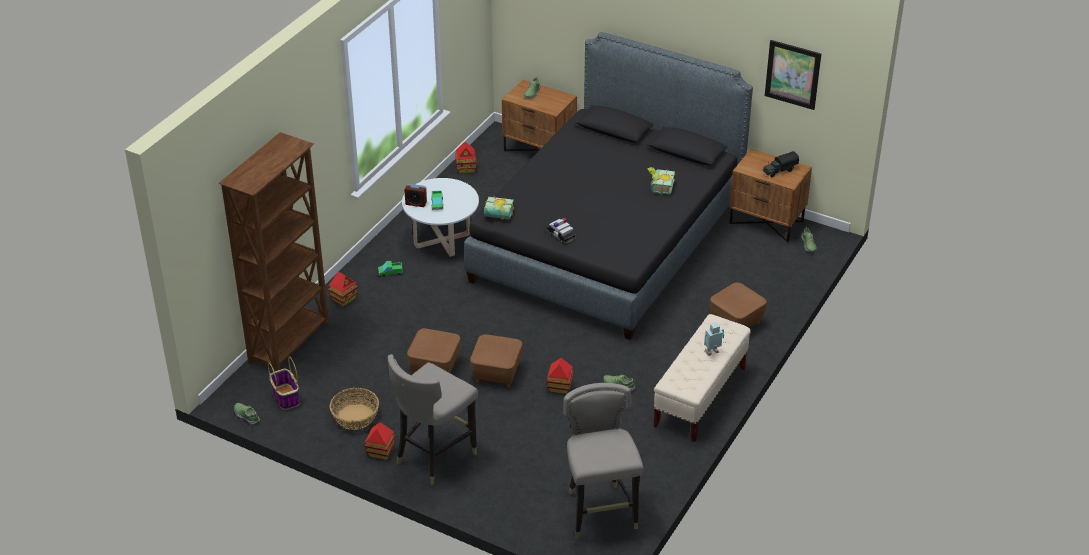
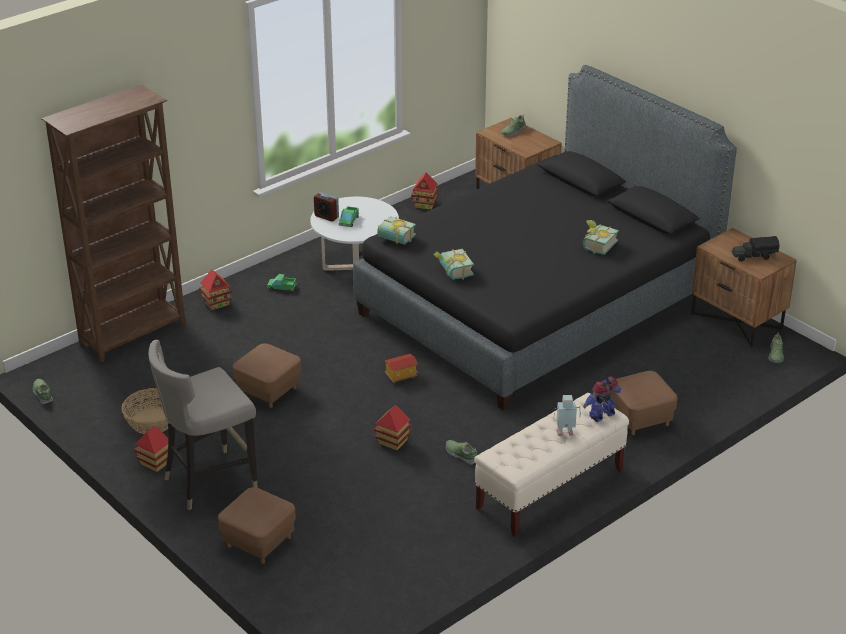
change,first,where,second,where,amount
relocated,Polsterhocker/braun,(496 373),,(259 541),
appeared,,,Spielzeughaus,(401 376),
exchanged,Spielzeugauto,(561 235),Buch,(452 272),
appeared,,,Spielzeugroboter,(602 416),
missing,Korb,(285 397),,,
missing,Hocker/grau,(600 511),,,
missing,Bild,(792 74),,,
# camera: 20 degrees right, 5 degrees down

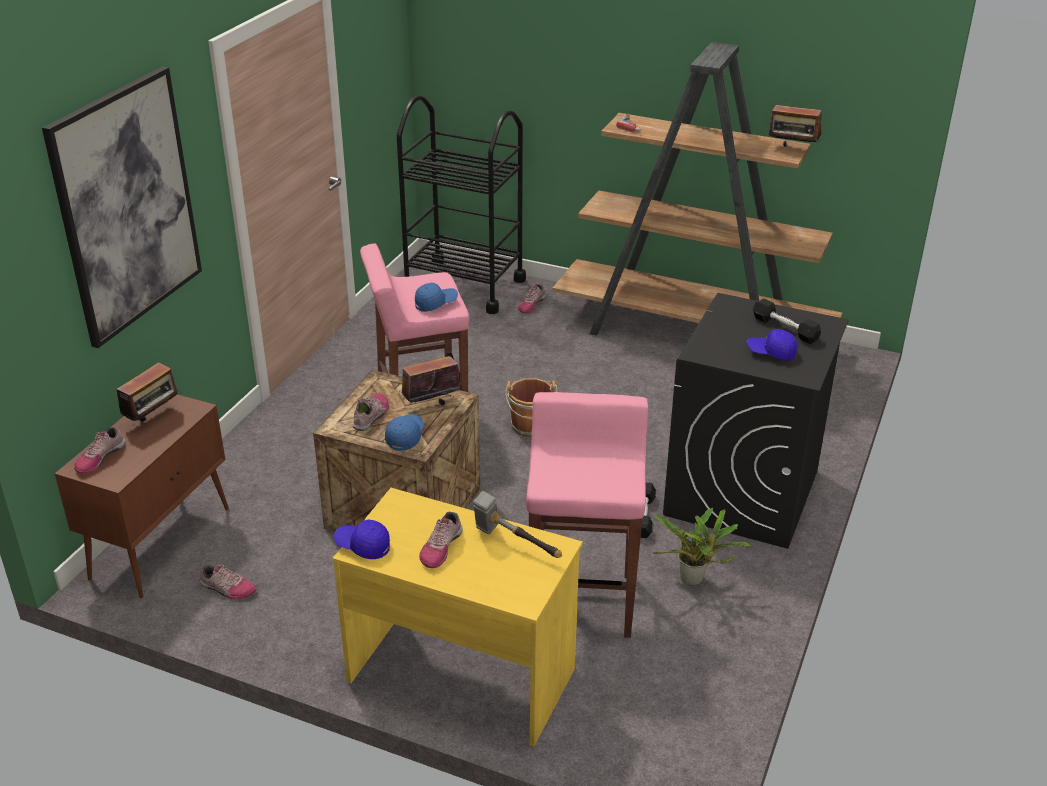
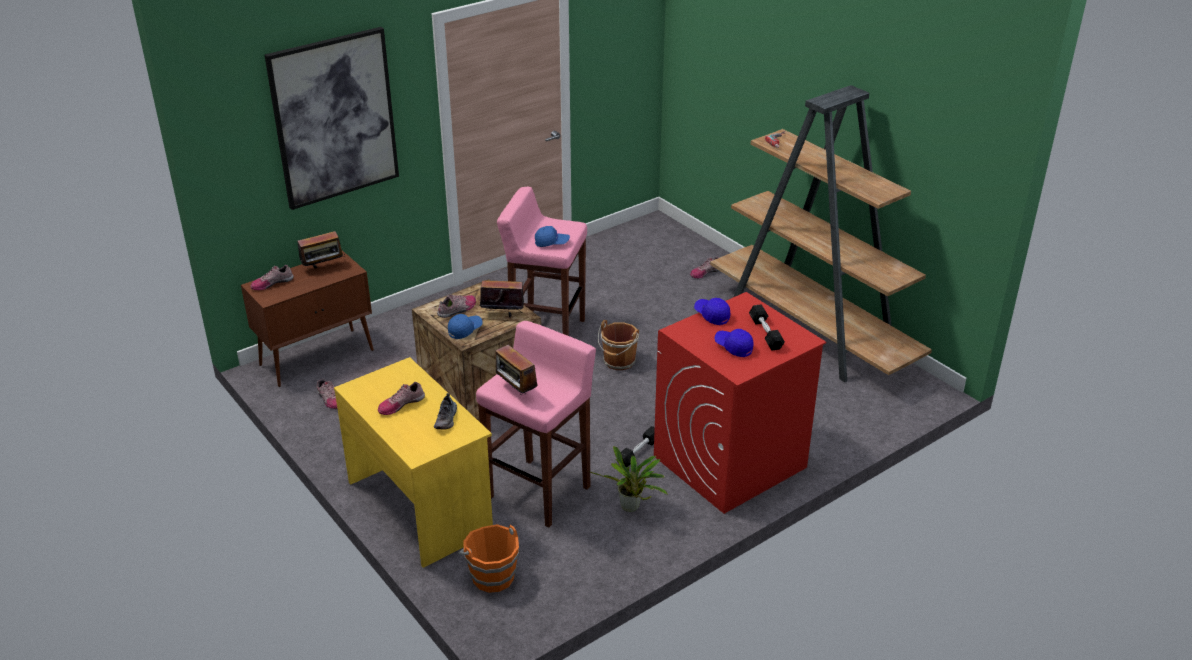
change,first,where,second,where,amount
exchanged,Hammer,(514 545),Schuh,(446 419),
appeared,,,Eimer/orange,(492 576),
relocated,Radio,(792 149),,(516 391),
colour,Waschmaschine/schwarz,(742 493),Waschmaschine/rot,(729 462),
relocated,Kappe/blau,(363 546),,(711 315),
missing,Rollwagen/schwarz,(464 286),,,
# camera: 30 degrees right, 0 degrees up

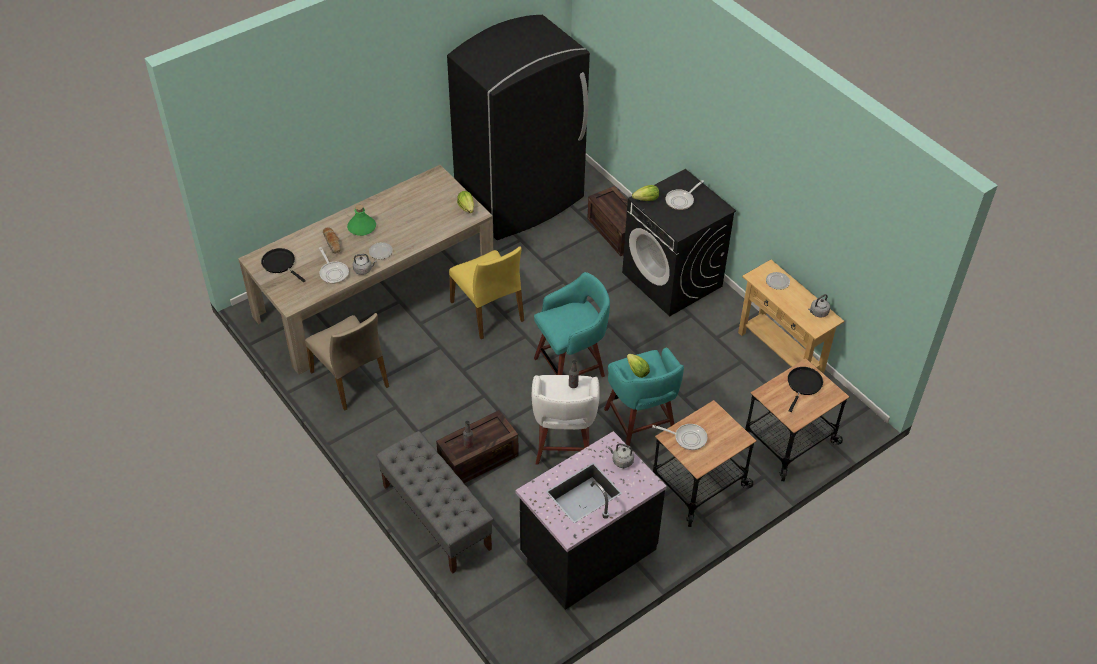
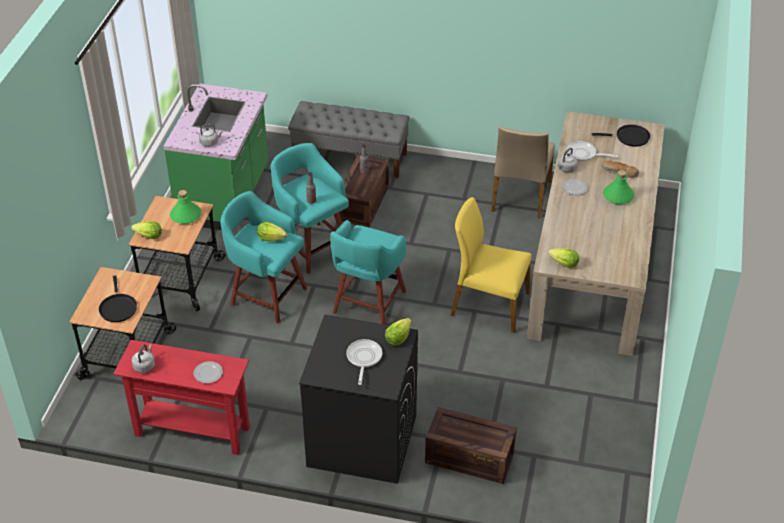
change,first,where,second,where,amount
colour,Konsolentisch/beige,(780 353),Konsolentisch/rot,(192 431),
appeared,,,Salatkopf,(149 236),
colour,Küchenzeile/schwarz,(587 551),Küchenzeile/grün,(225 196),
exchanged,Pfanne,(687 438),Flasche/grün,(186 216),
colour,Hocker/weiß,(563 444),Hocker/türkis,(312 246),
spun,Stuhl/beige,(351 379),,(520 196),90 degrees counterclockwise
missing,Kühlschrank/schwarz,(521 200),,,
# camera: 140 degrees right, 5 degrees down

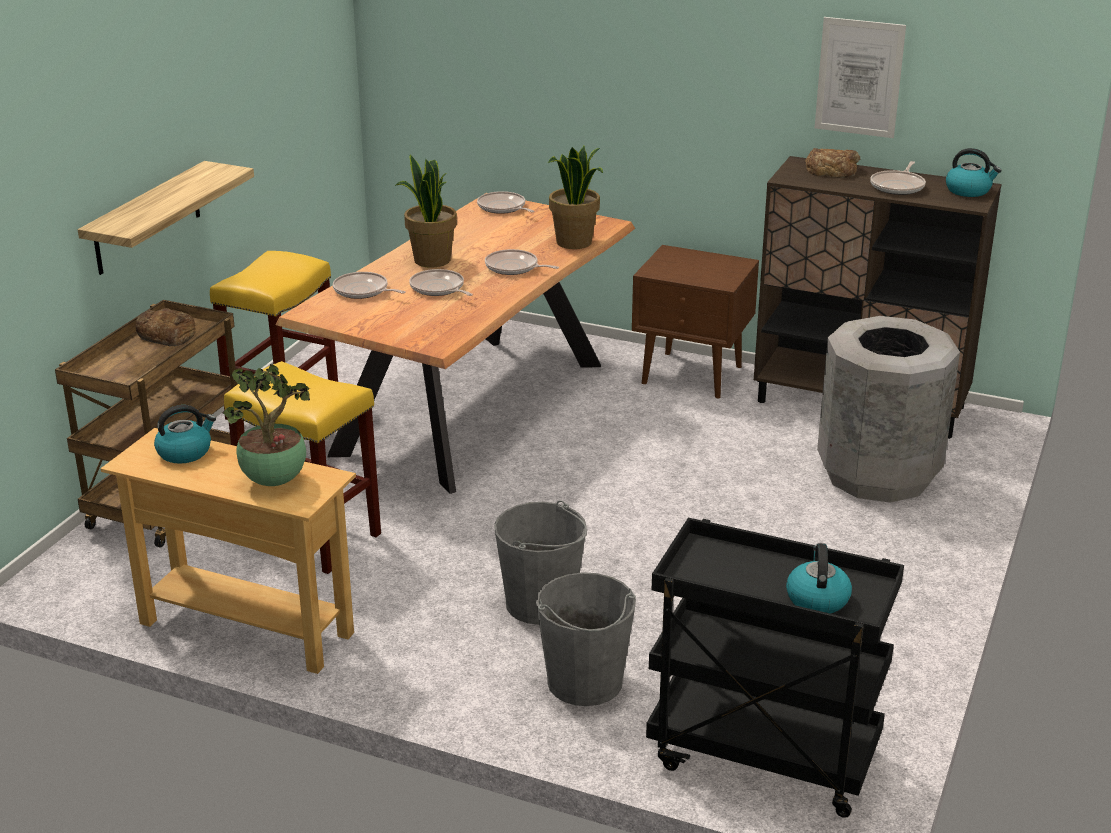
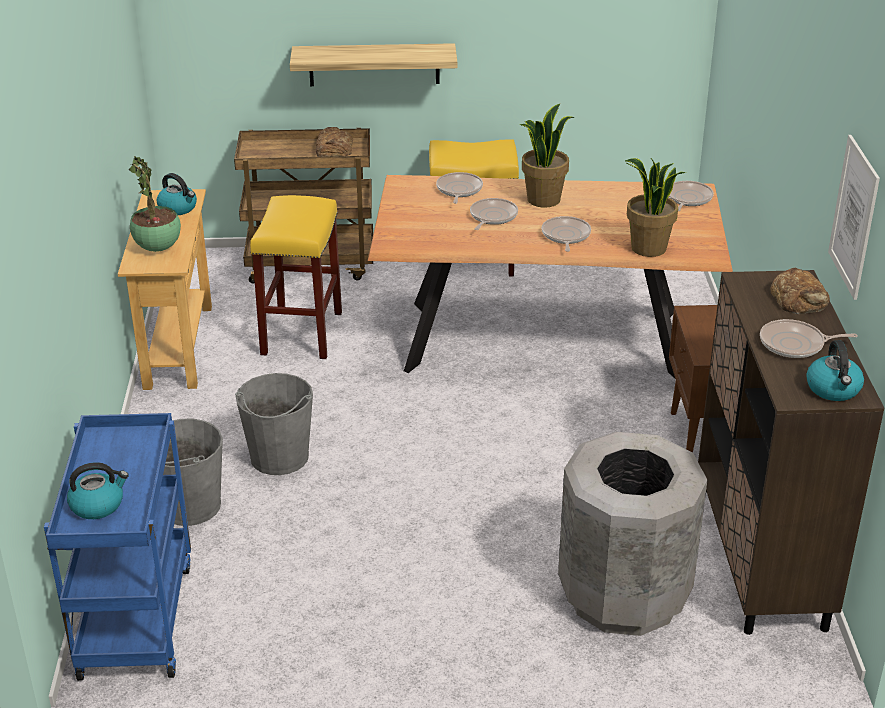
change,first,where,second,where,amount
colour,Rollwagen/schwarz,(760 757),Rollwagen/blau,(135 618),
# camera: 65 degrees right, 5 degrees up

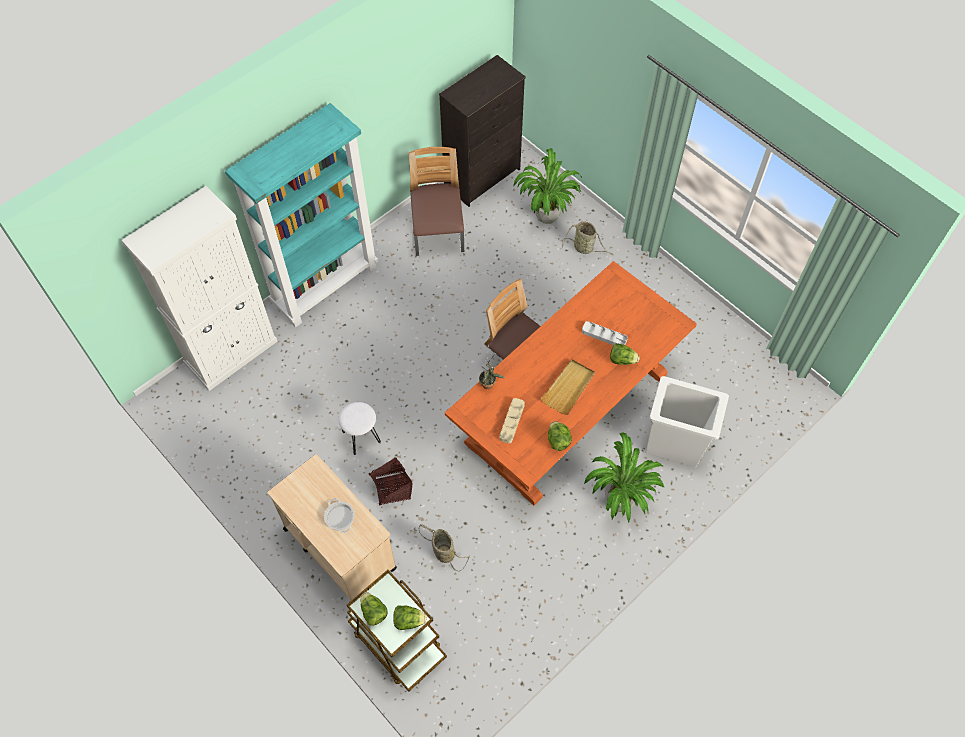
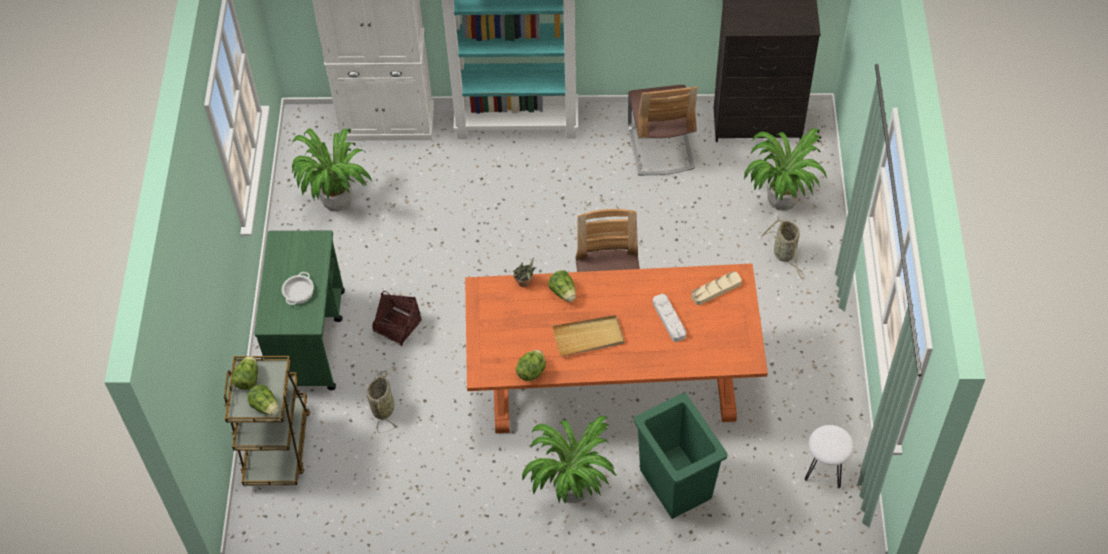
change,first,where,second,where,amount
colour,Rollwagen/beige,(339 548),Rollwagen/grün,(309 338),
appeared,,,Topfpflanze,(336 200),
relocated,Salatkopf,(622 360),,(563 292),
spun,Stuhl,(438 235),,(660 147),135 degrees clockwise
colour,Mülleimer/weiß,(675 444),Mülleimer/grün,(675 485),
relocated,Tablett/beige,(512 421),,(716 290),
relocated,Hocker/weiß,(361 437),,(825 469),
# camera: 45 degrees right, 5 degrees down

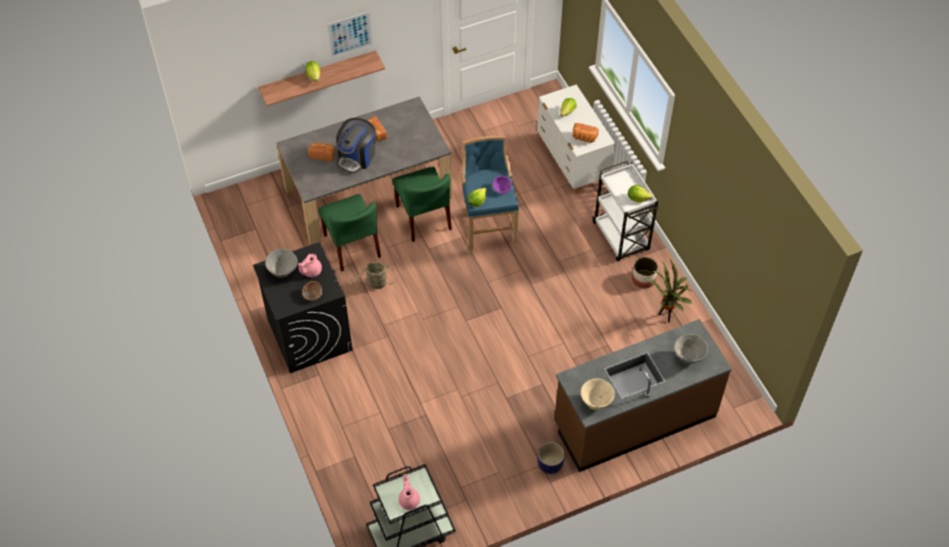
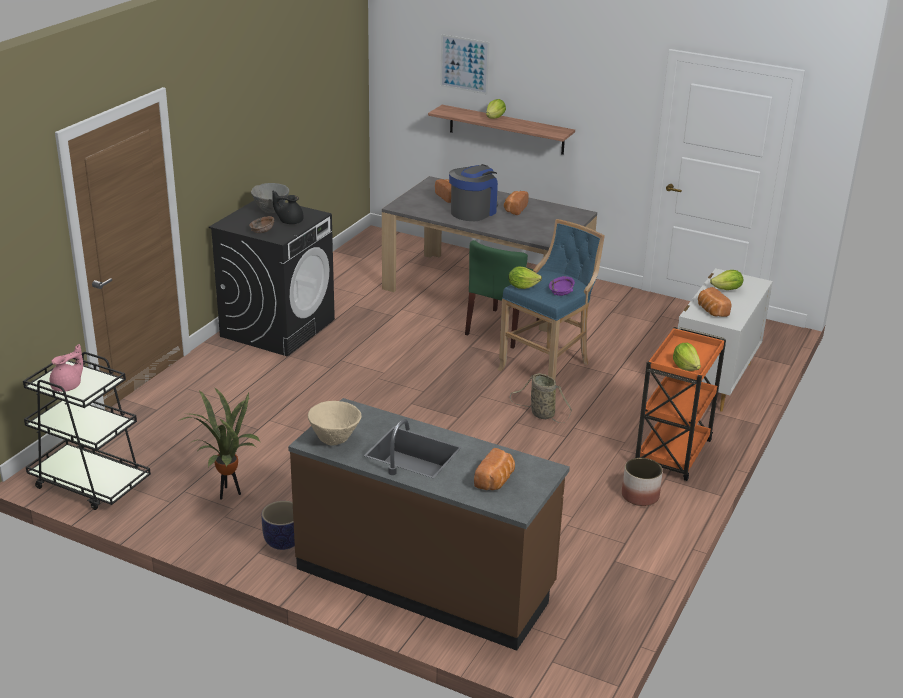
change,first,where,second,where,amount
relocated,Topfpflanze,(666 317),,(227 494),
colour,Teekanne/rosa,(311 271),Teekanne/schwarz,(290 221),
relocated,Bild,(350 34),,(464 64),
spun,Kaffeemaschine,(357 156),,(473 211),135 degrees clockwise
exchanged,Schüssel/grau,(688 357),Brot,(496 481),
relocated,Korb,(375 284),,(540 413),
colour,Rollwagen/weiß,(621 237),Rollwagen/orange,(672 455),
missing,Stuhl/grün,(352 246),,,
# camera: 50 degrees right, 25 degrees down

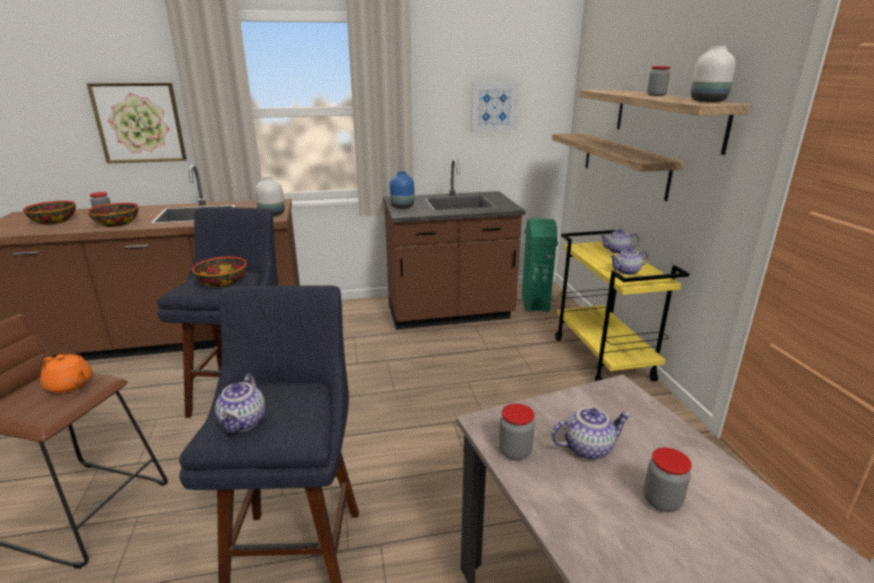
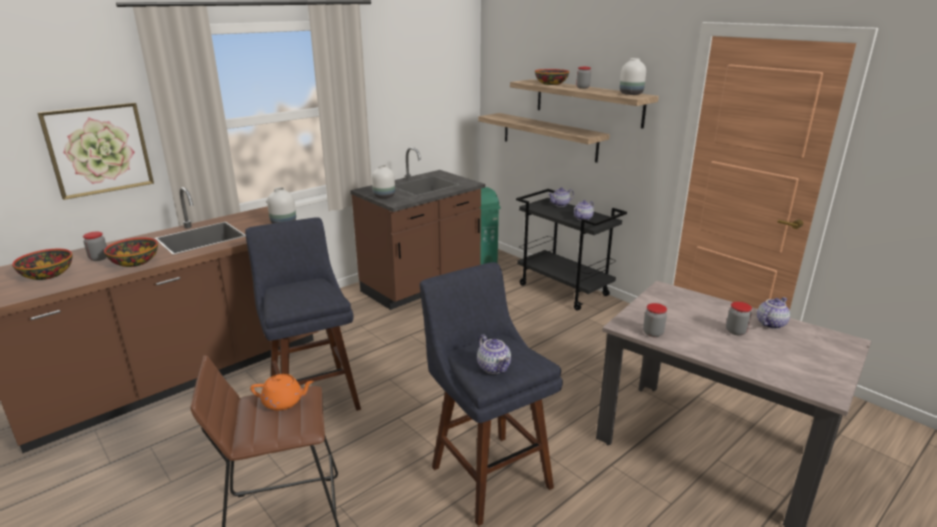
change,first,where,second,where,amount
colour,Vase/blau,(402 206),Vase/weiß,(384 196),
colour,Rollwagen/gelb,(603 359),Rollwagen/schwarz,(564 290),
relocated,Schüssel,(223 282),,(551 84),
relocated,Teekanne,(587 447),,(770 323),
missing,Bild,(494 106),,,
# camera: 30 degrees left, 0 degrees up

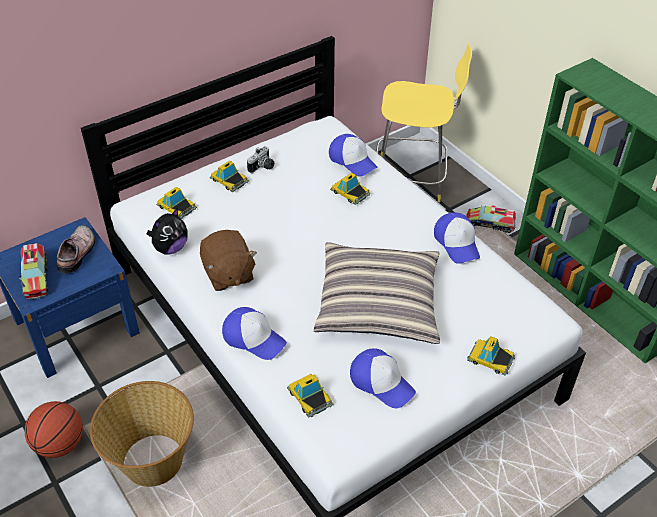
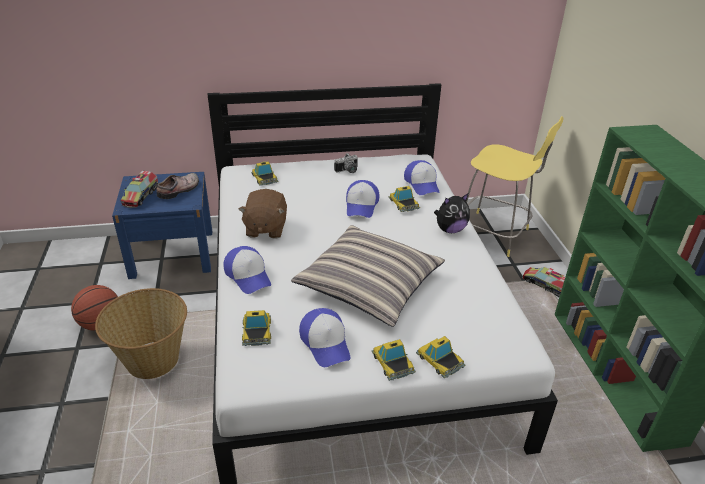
change,first,where,second,where,amount
relocated,Kappe,(457 243),,(361 205),
relocated,Spielzeugauto,(229 180),,(393 362),
relocated,Plüschtier,(170 248),,(450 230),
# camera: 25 degrees right, 10 degrees down

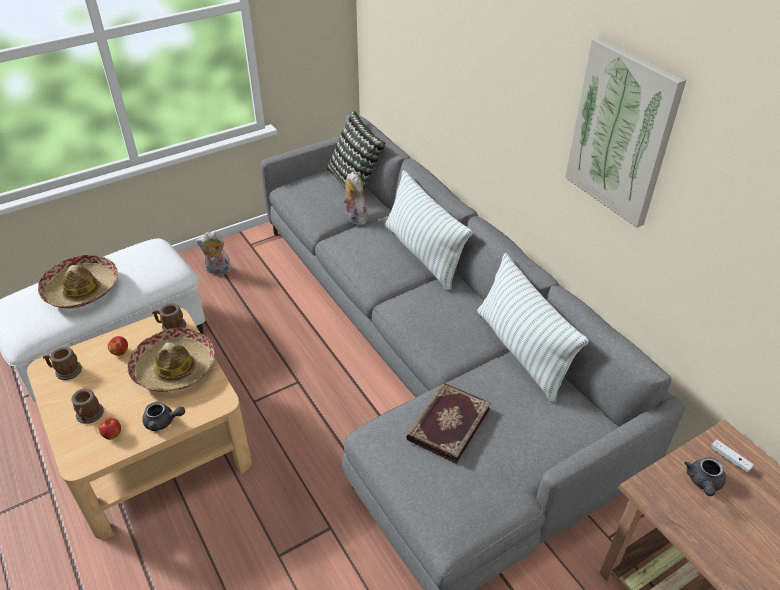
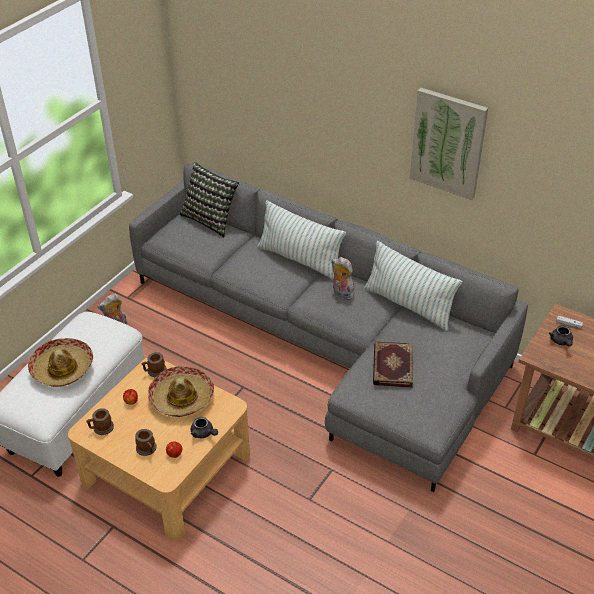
change,first,where,second,where,amount
spun,Teekanne/grau,(163 422),,(204 433),60 degrees clockwise
relocated,Plüschtier,(354 218),,(341 294),
# camera: 25 degrees left, 0 degrees up

